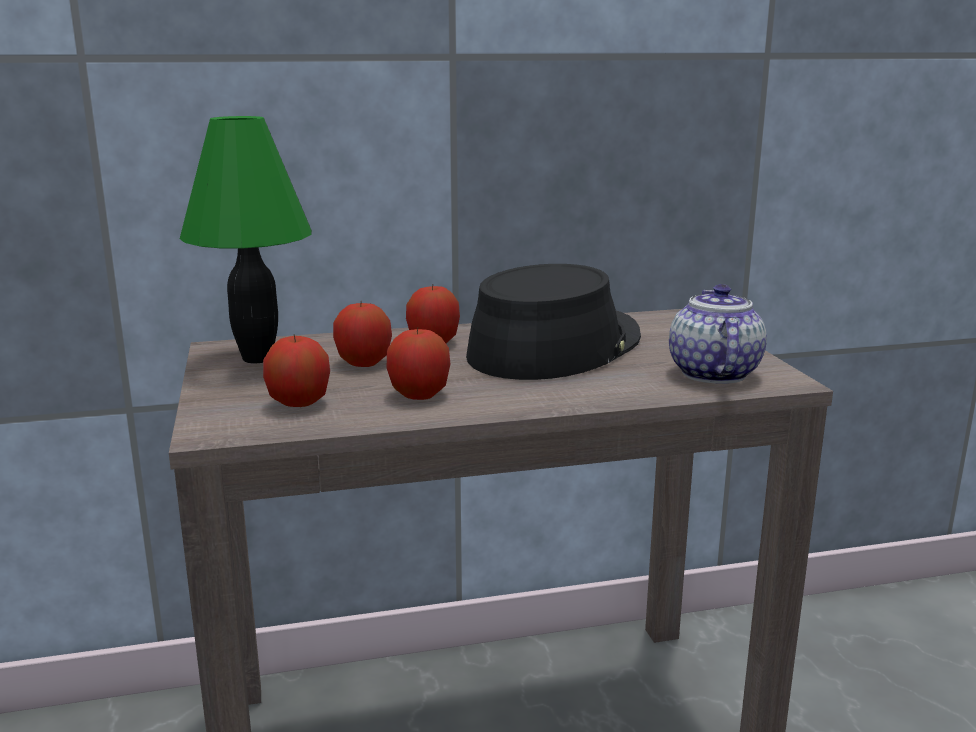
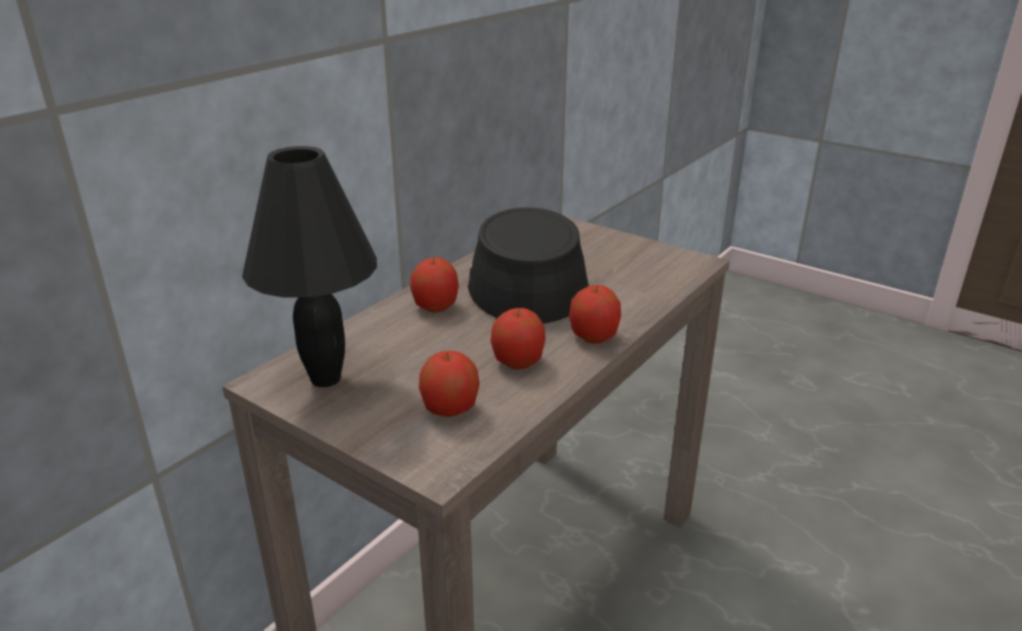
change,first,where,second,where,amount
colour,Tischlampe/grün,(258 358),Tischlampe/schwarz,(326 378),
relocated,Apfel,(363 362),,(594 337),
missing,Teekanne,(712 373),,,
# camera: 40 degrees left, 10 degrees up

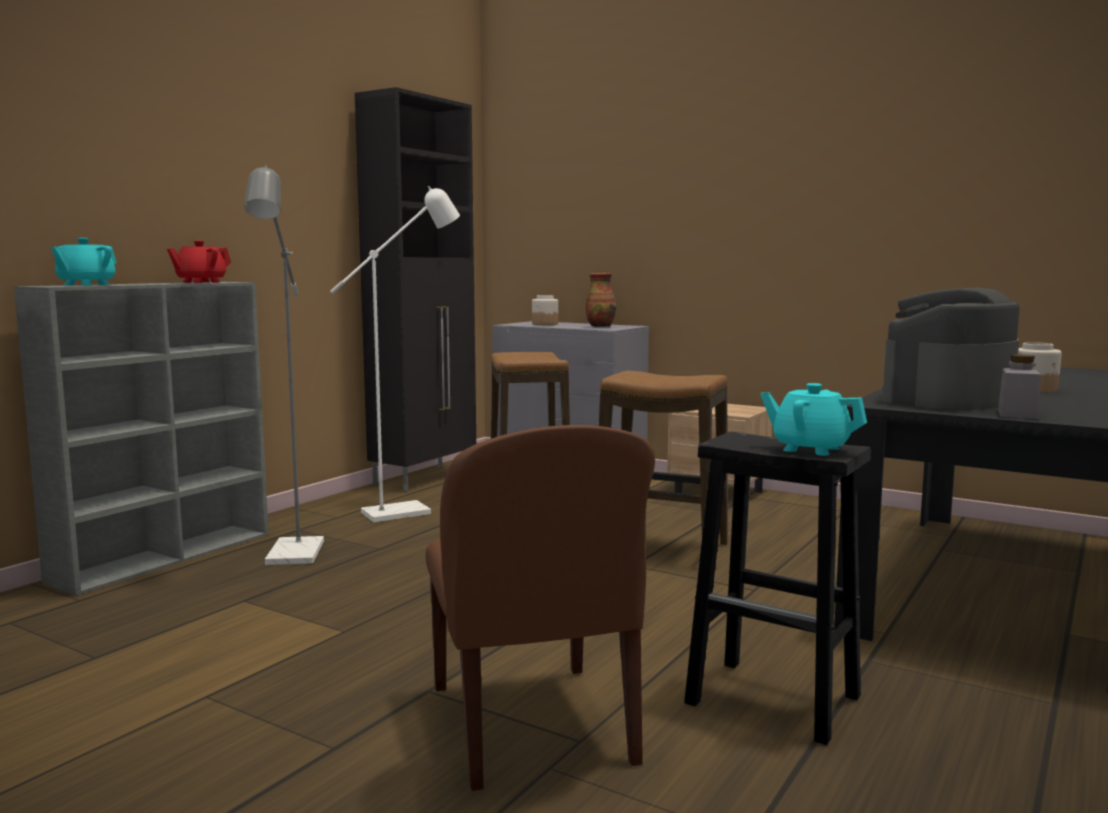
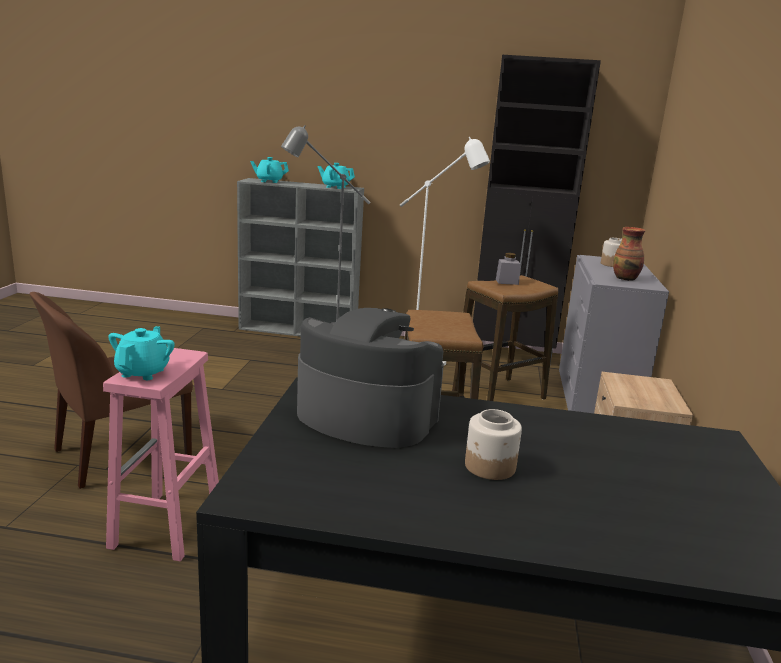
change,first,where,second,where,amount
colour,Hocker/schwarz,(776 700),Hocker/rosa,(166 527),
colour,Teekanne/rot,(200 282),Teekanne/türkis,(335 187),
relocated,Vorratsglas/grau,(1017 414),,(507 282),
# camera: 65 degrees right, 10 degrees up

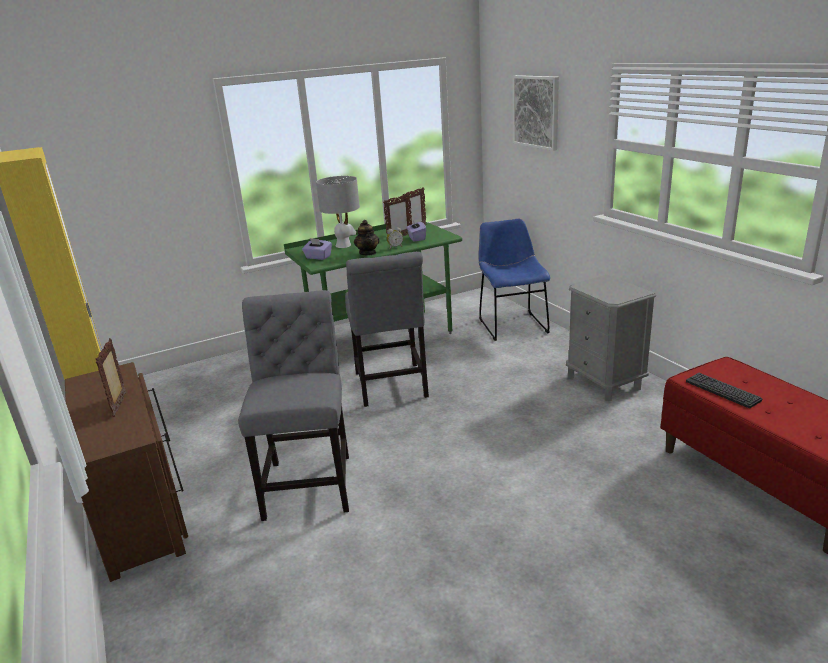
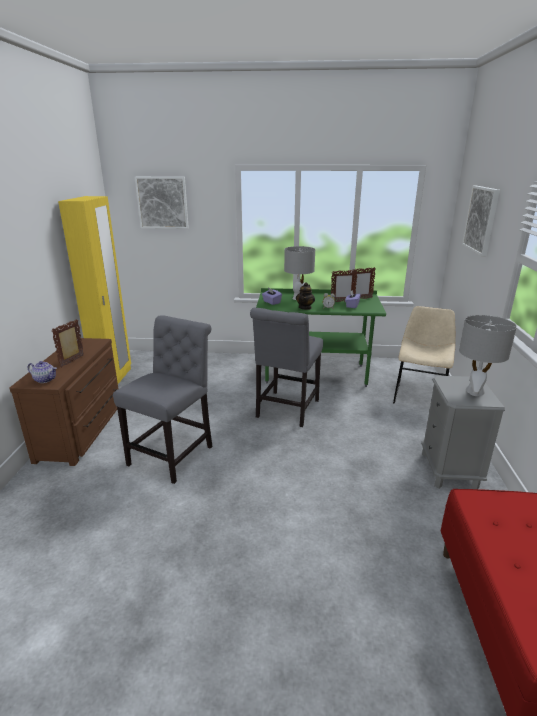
change,first,where,second,where,amount
appeared,,,Teekanne,(45 379),
appeared,,,Bild,(162 203),
colour,Stuhl/blau,(511 324),Stuhl/beige,(419 395),
appeared,,,Tischlampe/grau,(475 391),
missing,Tastatur,(722 391),,,
# camera: 30 degrees right, 0 degrees up

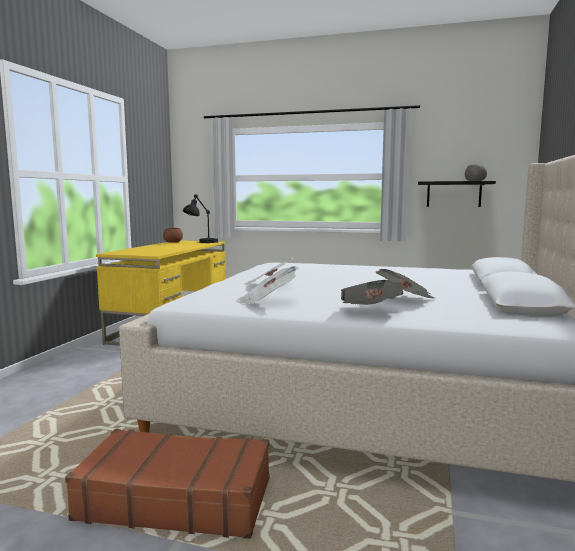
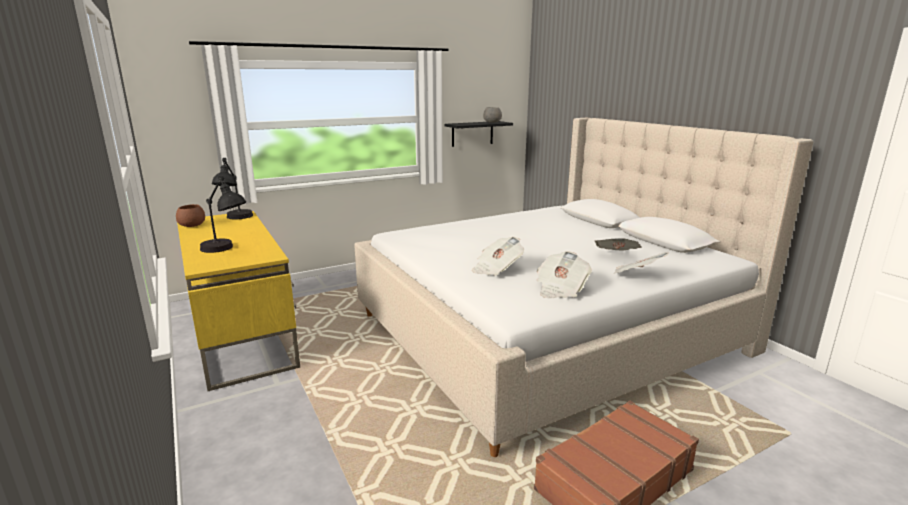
change,first,where,second,where,amount
appeared,,,Tischlampe/schwarz,(226 250),
# camera: 45 degrees left, 10 degrees up

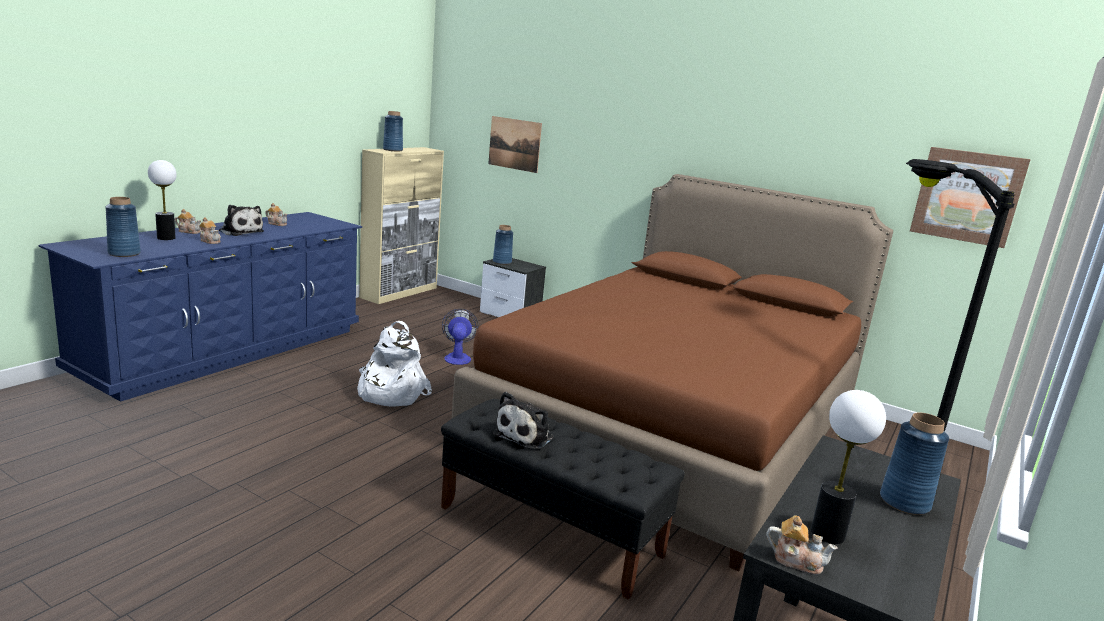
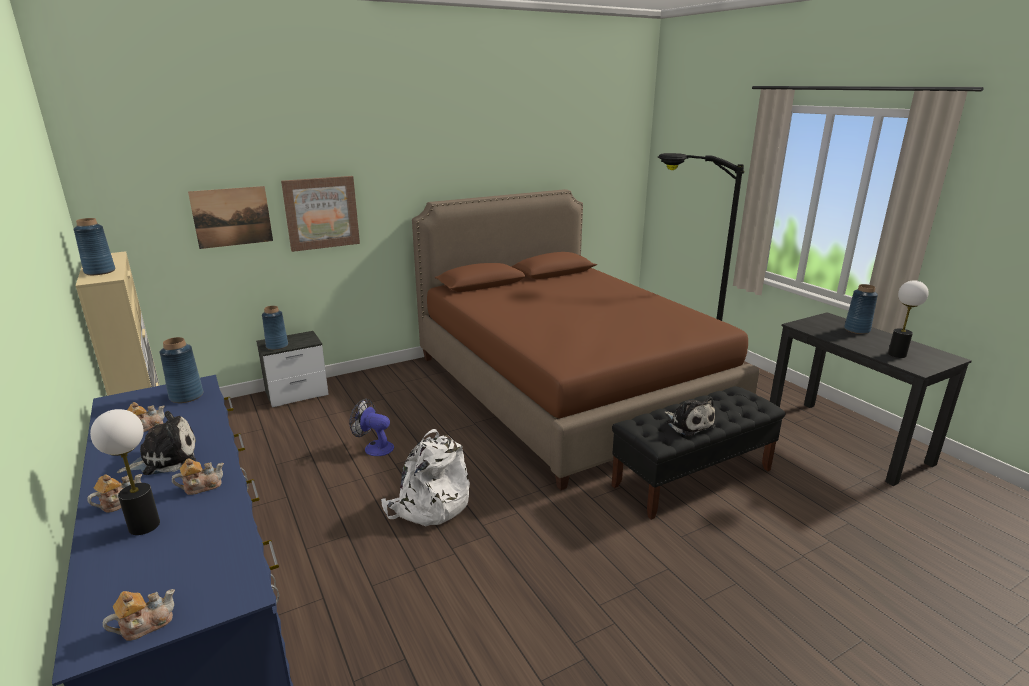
change,first,where,second,where,amount
relocated,Teekanne,(796 561),,(145 624),
relocated,Vase/blau,(124 253),,(186 396),
relocated,Bild,(967 196),,(321 213),
# camera: 60 degrees left, 5 degrees up

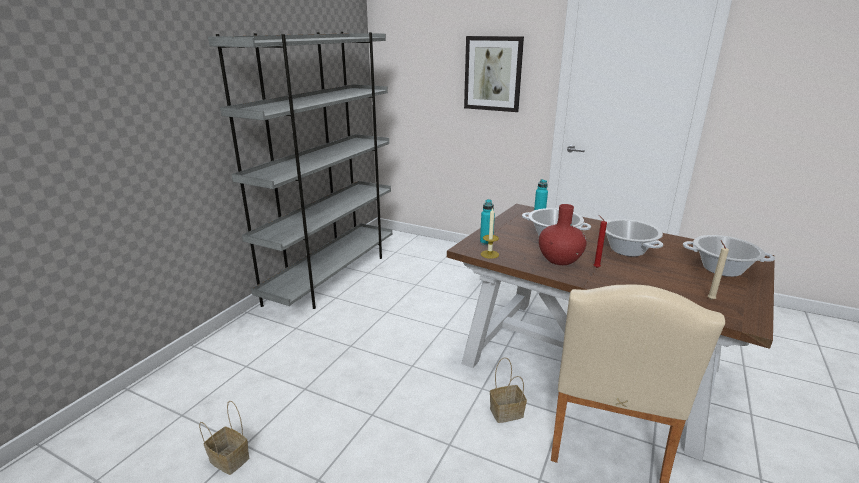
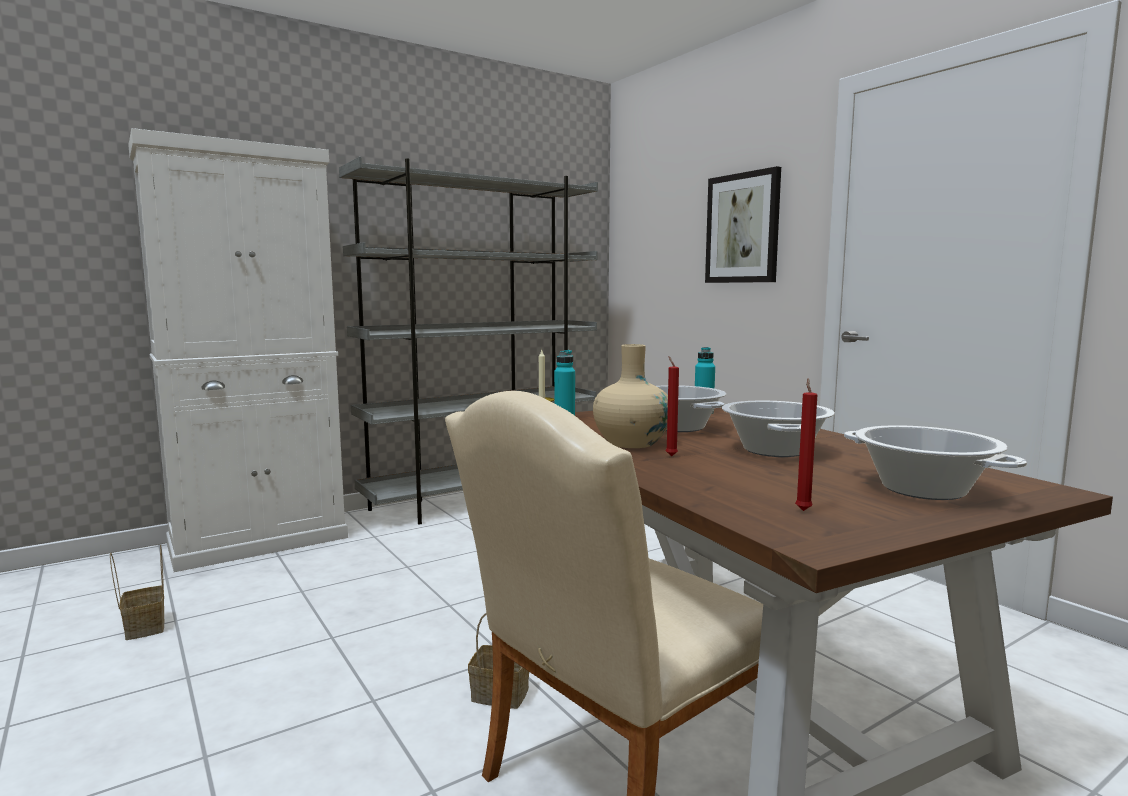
change,first,where,second,where,amount
appeared,,,Schrank/weiß,(259 541),
colour,Vase/rot,(559 259),Vase/beige,(631 443),
colour,Kerze/beige,(710 299),Kerze/rot,(803 510),
# camera: 30 degrees right, 15 degrees down

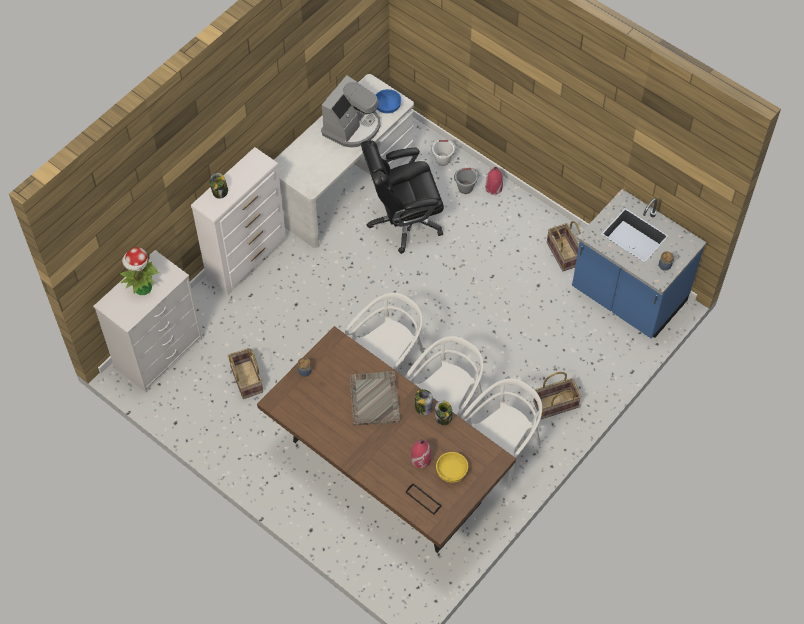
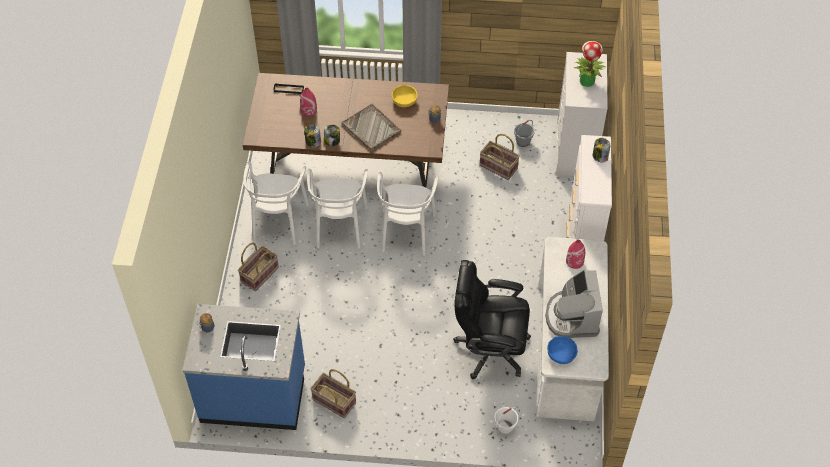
change,first,where,second,where,amount
relocated,Schüssel/gelb,(452 471),,(404 101),
spun,Bürostuhl/schwarz,(403 221),,(490 349),120 degrees counterclockwise
relocated,Eimer/grau,(465 187),,(523 142),
relocated,Vase/rot,(493 188),,(574 261),
# camera: 145 degrees right, 5 degrees down

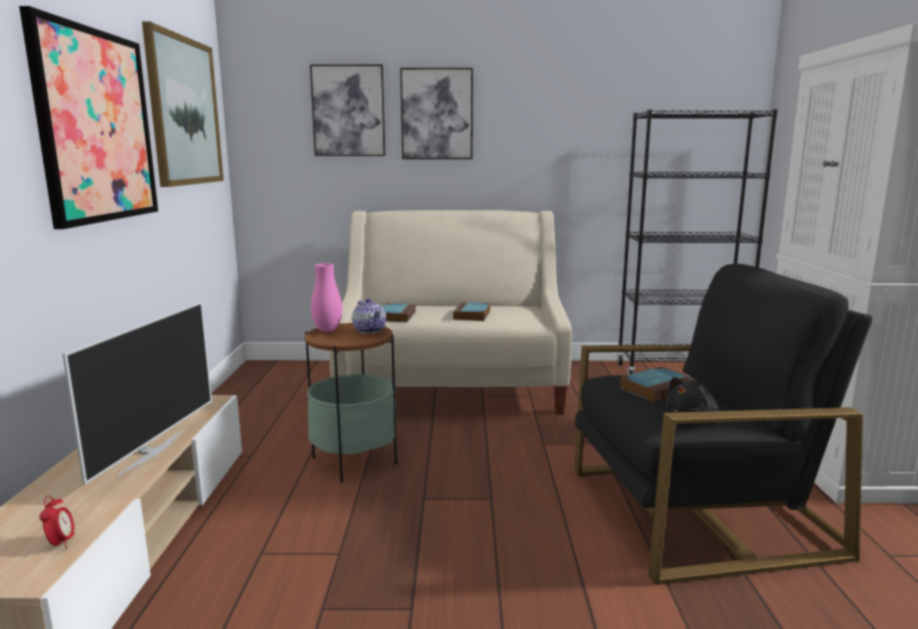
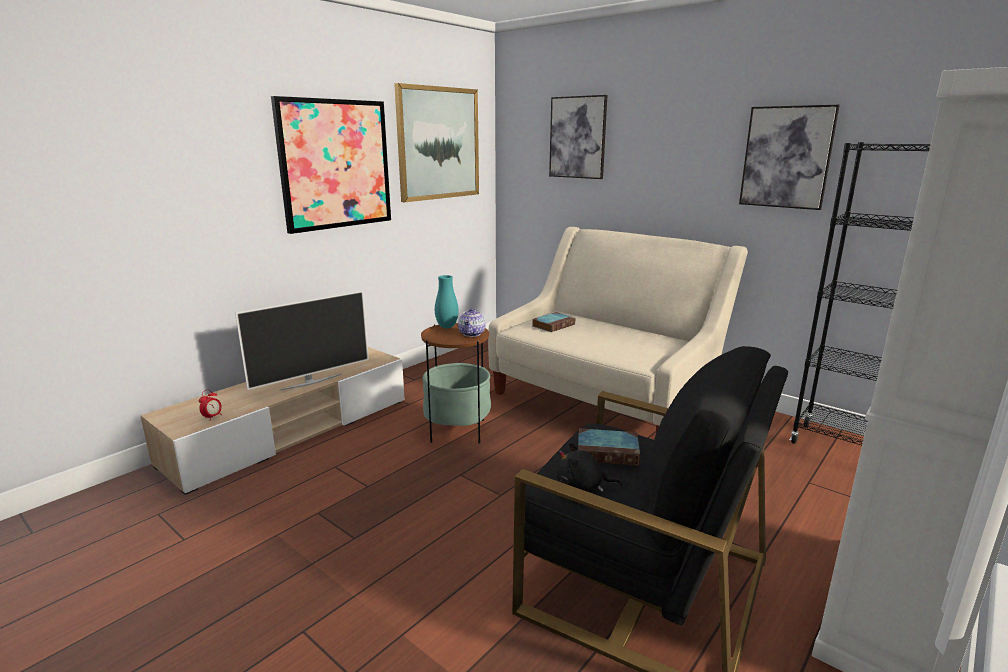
change,first,where,second,where,amount
colour,Vase/rosa,(327 330),Vase/türkis,(447 327),
relocated,Bild,(437 114),,(786 157),
missing,Buch,(472 315),,,
# camera: 40 degrees right, 5 degrees up

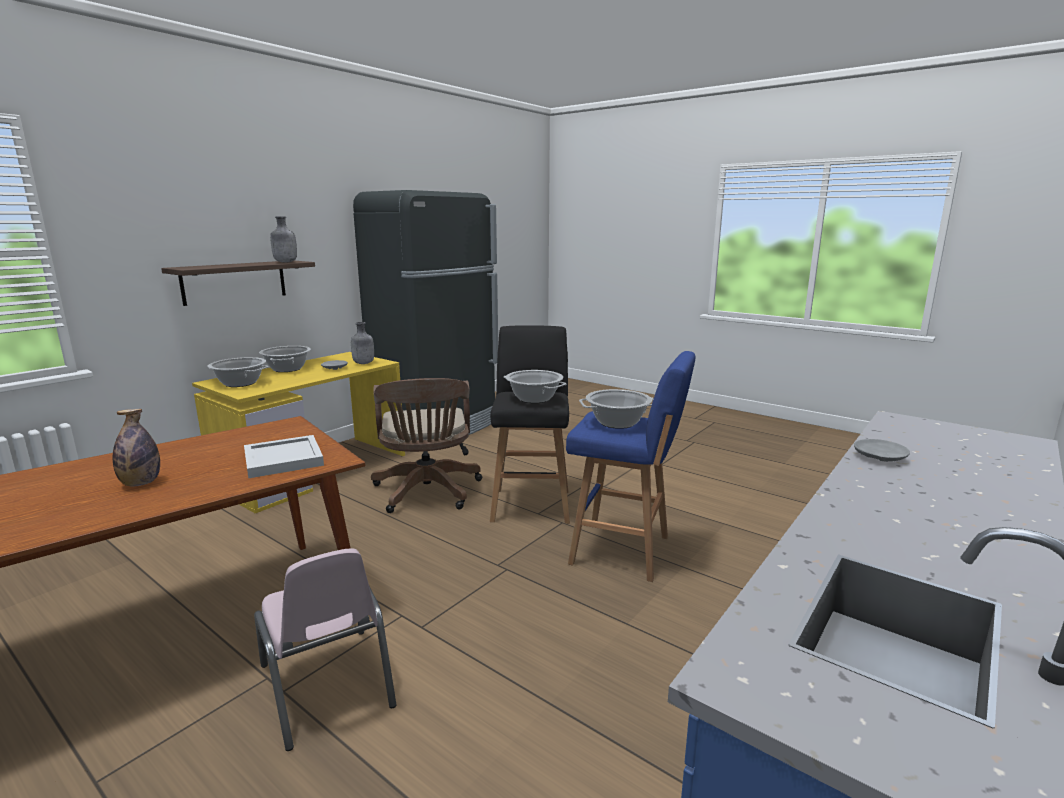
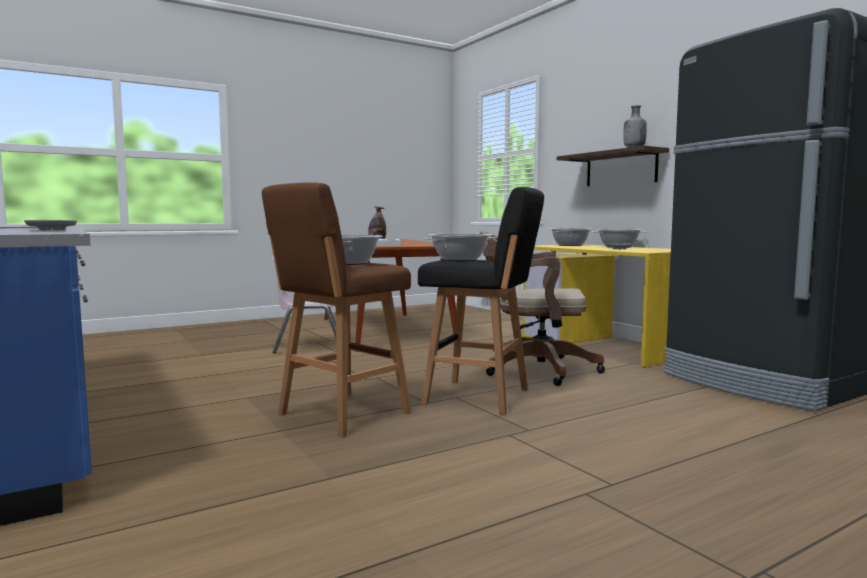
change,first,where,second,where,amount
colour,Hocker/blau,(624 551),Hocker/braun,(341 415),
missing,Flasche/grau,(363 363),,,
# camera: 110 degrees right, 10 degrees down

